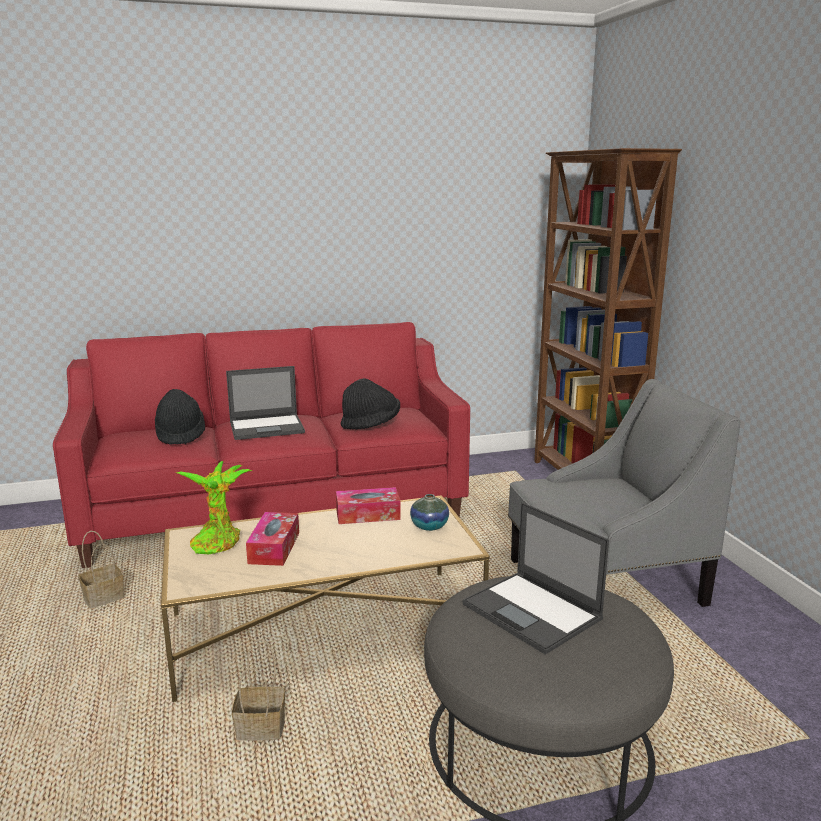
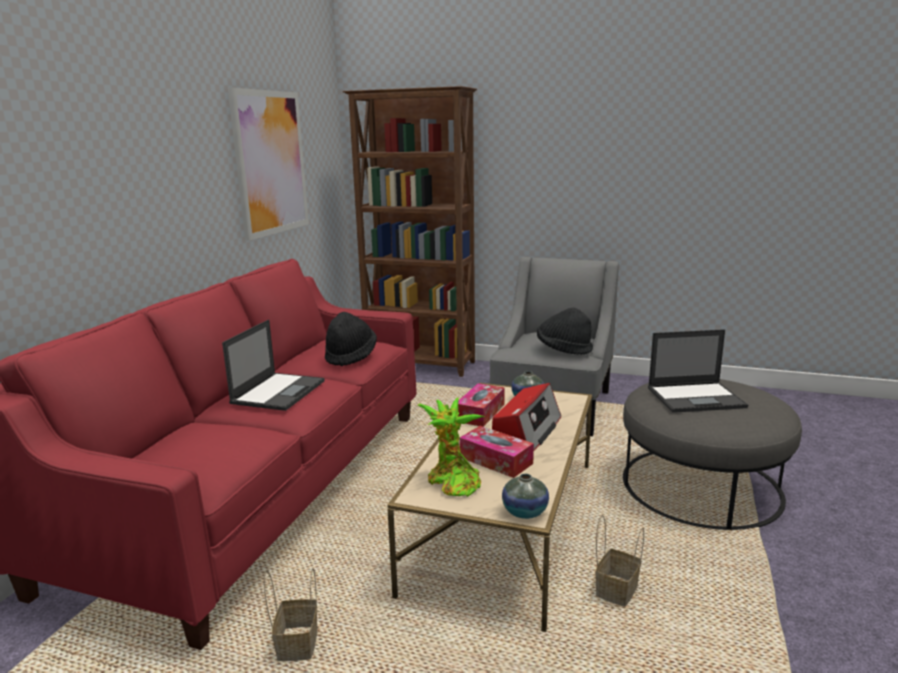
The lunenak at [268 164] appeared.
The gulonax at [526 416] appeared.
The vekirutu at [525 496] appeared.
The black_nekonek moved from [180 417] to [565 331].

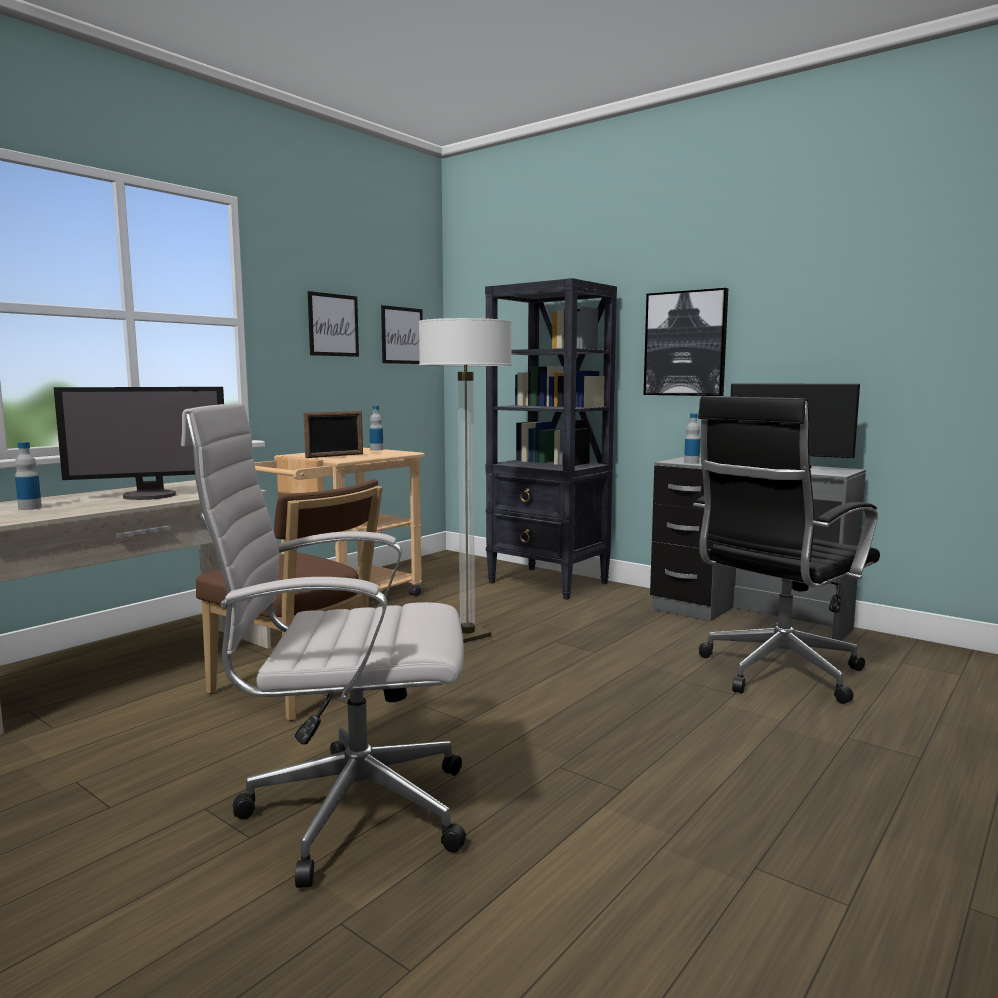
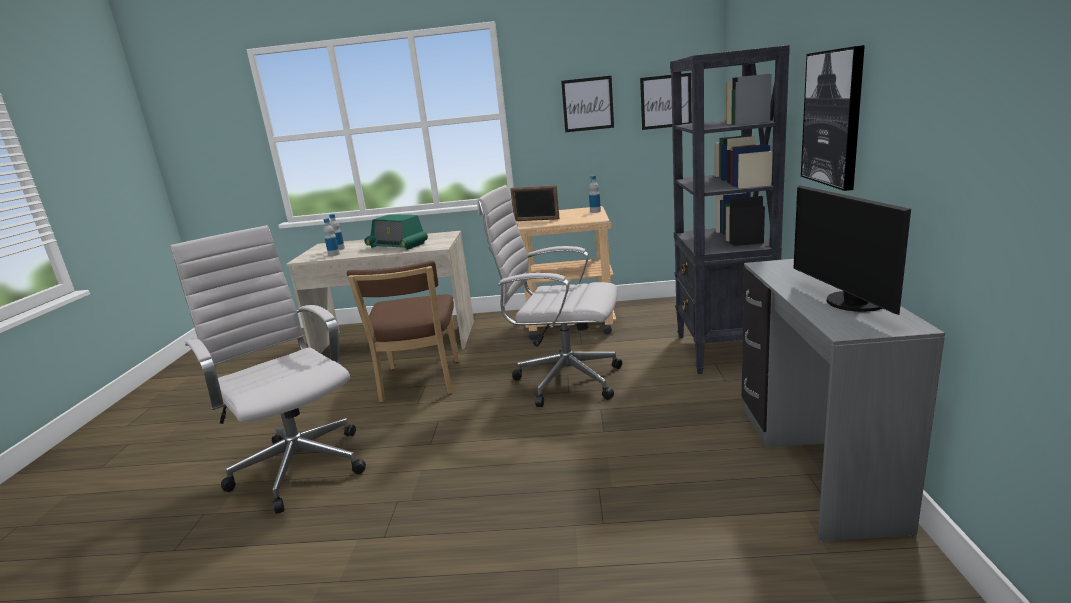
The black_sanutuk at [786 550] disappeared.
The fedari moved from [692 438] to [331 237].
The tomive at [139 443] was replaced by the gulonax at [396 232].
The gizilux at [465 480] was replaced by the white_sanutuk at [549 296].

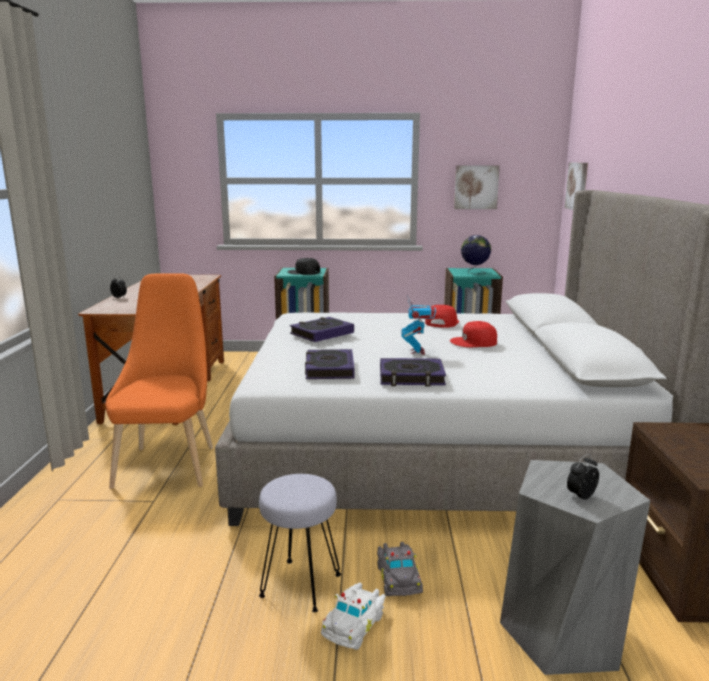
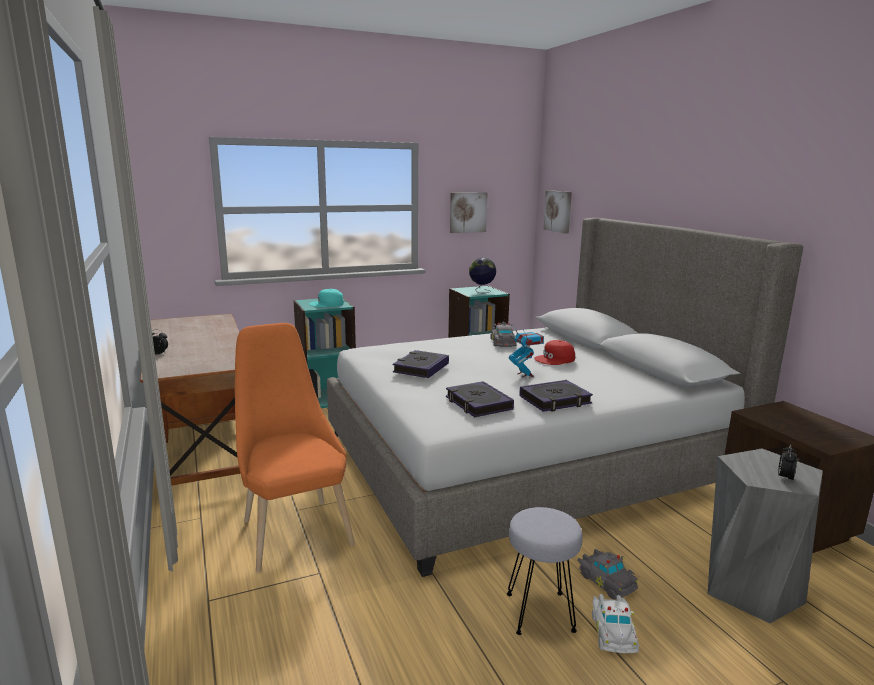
The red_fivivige at [442 316] was replaced by the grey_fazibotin at [503 334].
The black_fivivige at [303 266] became the turquoise_fivivige at [326 298].

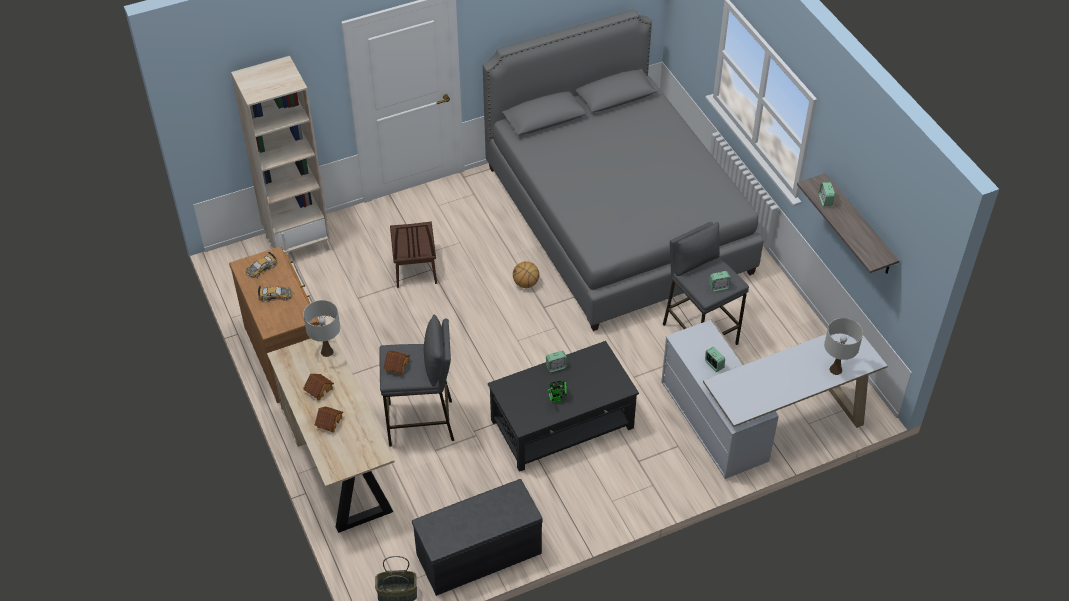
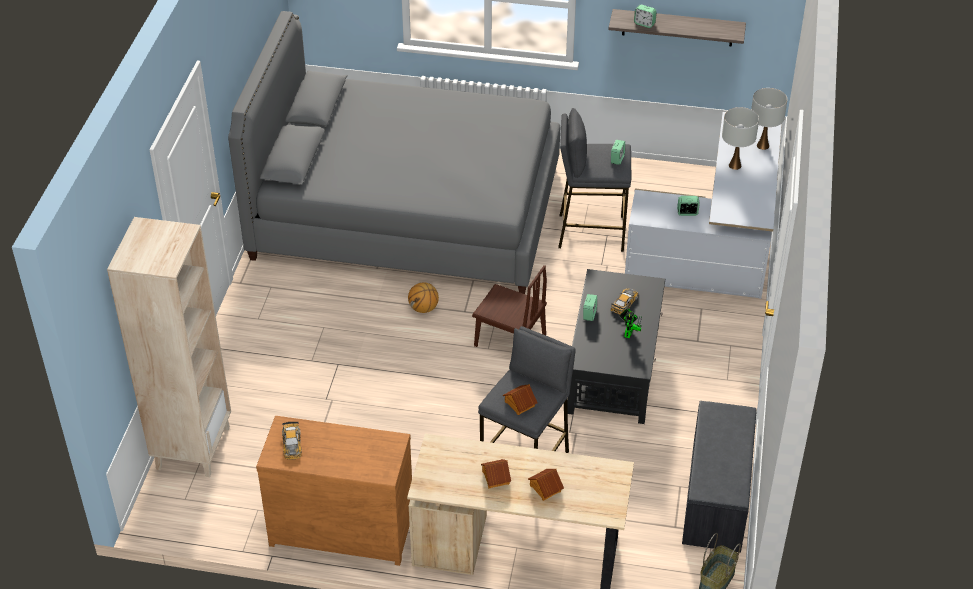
The fazibotin moved from [275 294] to [624 301].
The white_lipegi moved from [321 328] to [740 138].
The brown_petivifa moved from [413 255] to [509 306].

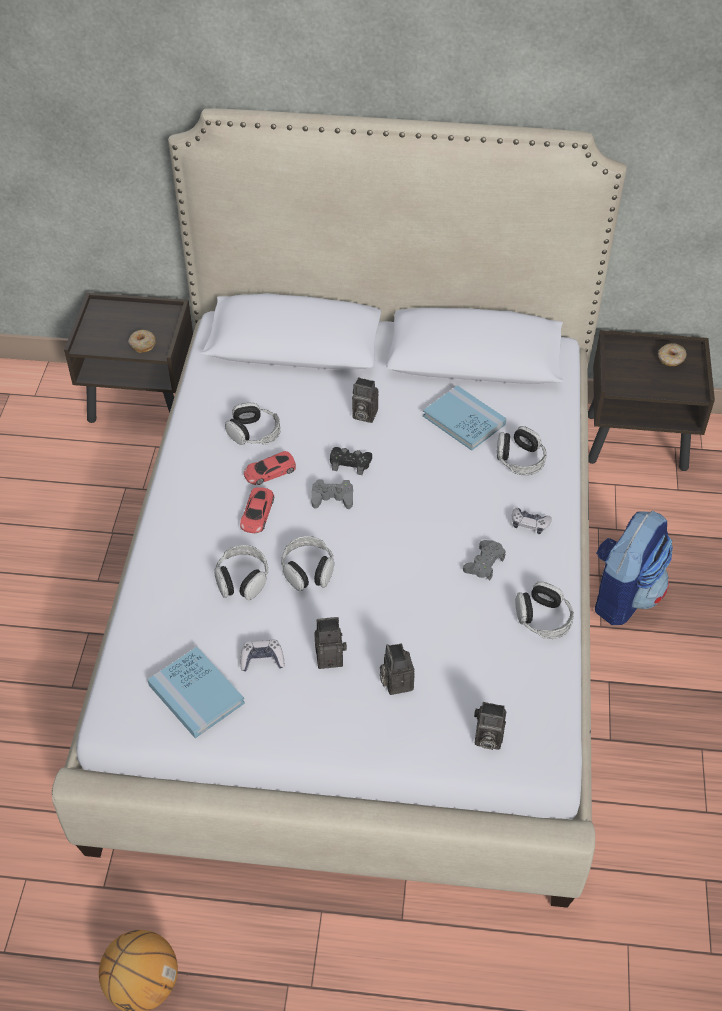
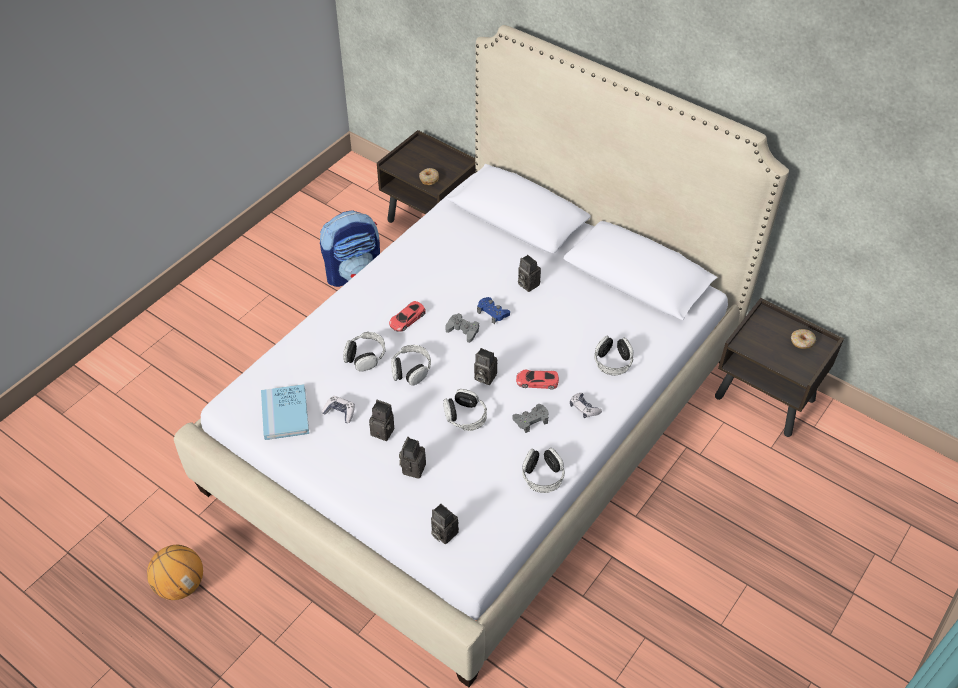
The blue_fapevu at [464 418] disappeared.
The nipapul at [485 366] appeared.
The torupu moved from [253 424] to [465 410].
The red_fazibotin moved from [270 468] to [537 380].
The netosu moved from [634 567] to [350 248].
The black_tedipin at [351 461] became the blue_tedipin at [493 310].

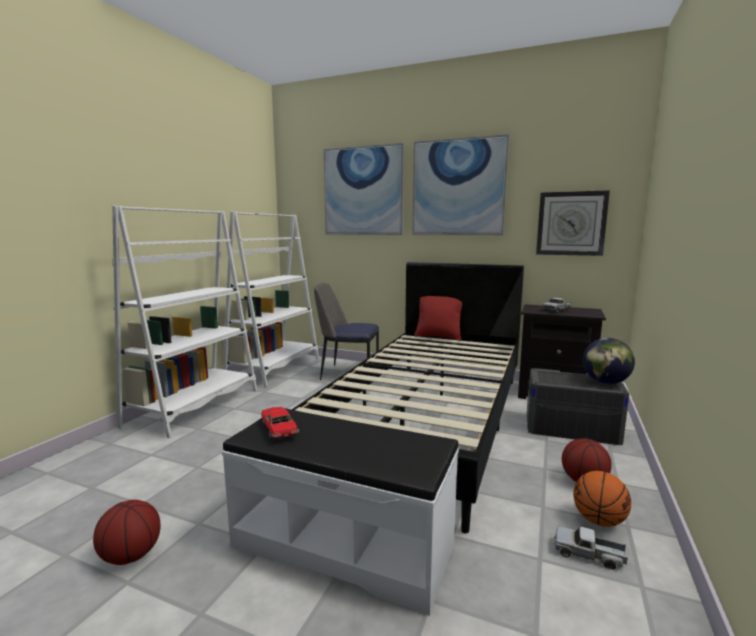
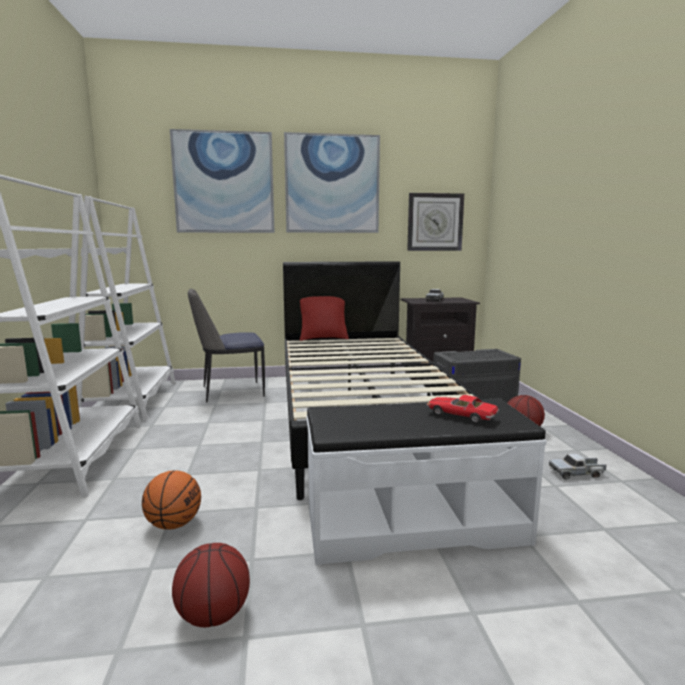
The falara at [609 361] disappeared.
The fazibotin moved from [280 423] to [462 409].
The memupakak moved from [602 499] to [171 500].

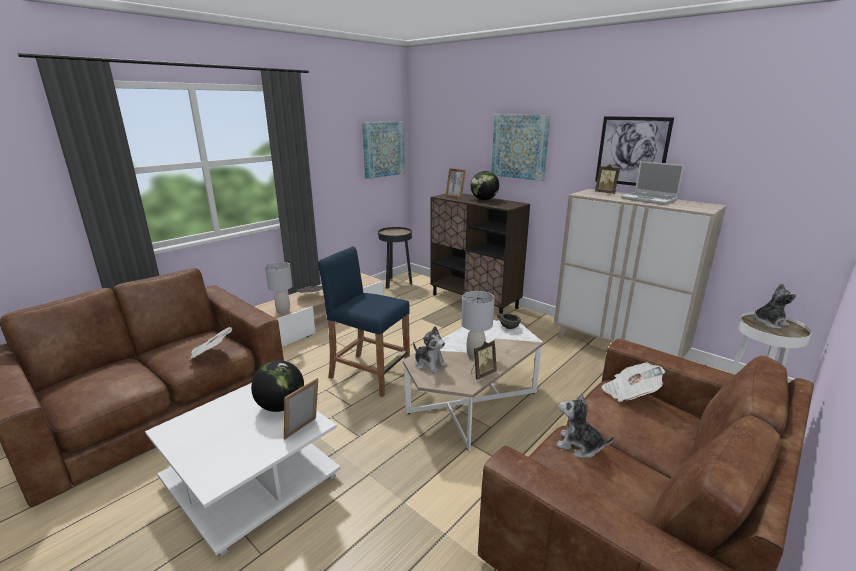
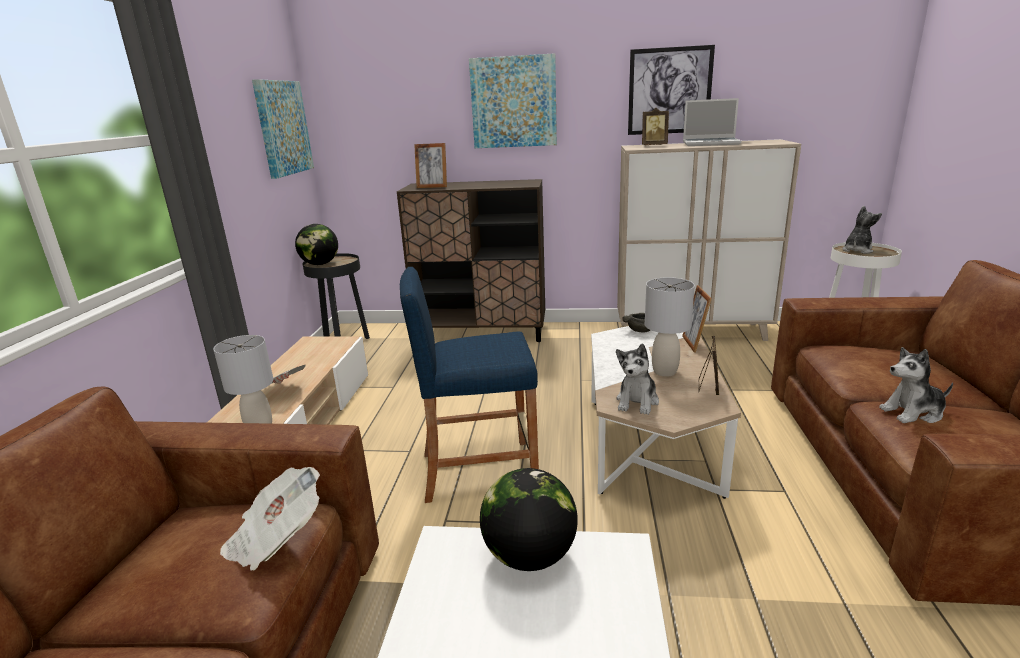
The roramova at [633 382] disappeared.
The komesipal moved from [301 408] to [697 319].
The falara moved from [485 185] to [316 244].
The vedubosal at [430 349] turned 105 degrees clockwise.

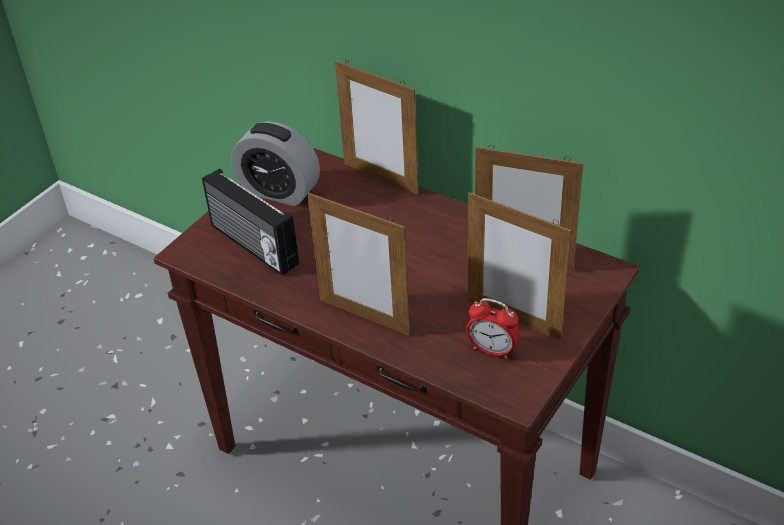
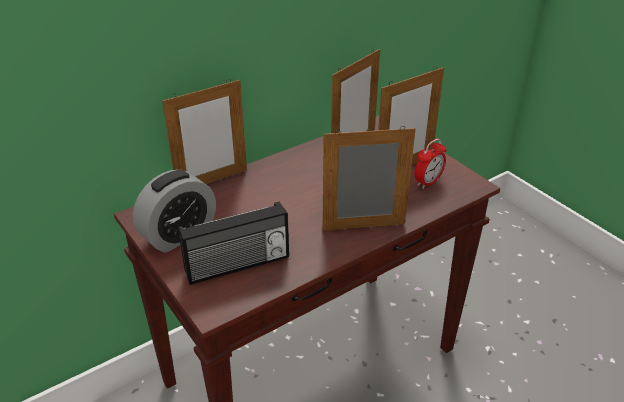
The komesipal at [358 264] turned 150 degrees counterclockwise.

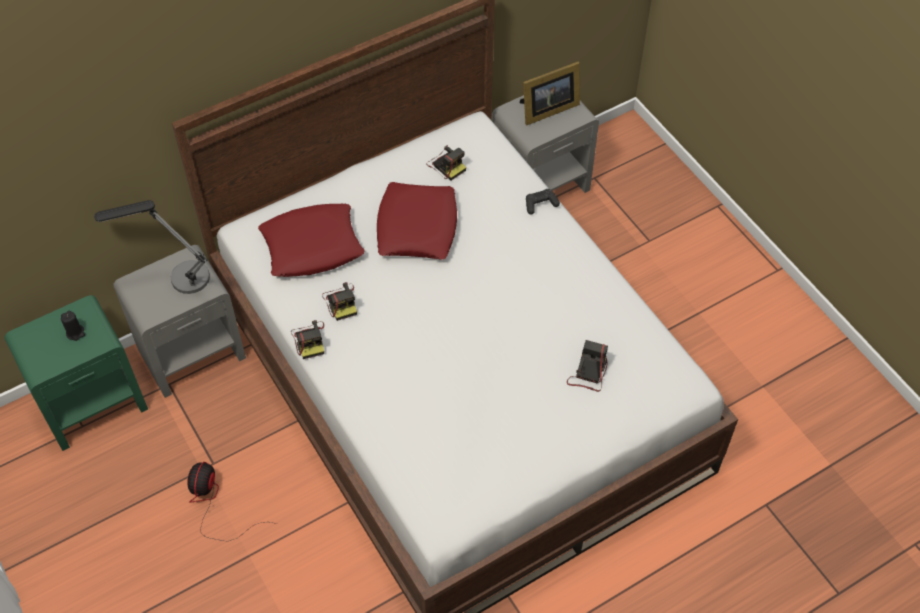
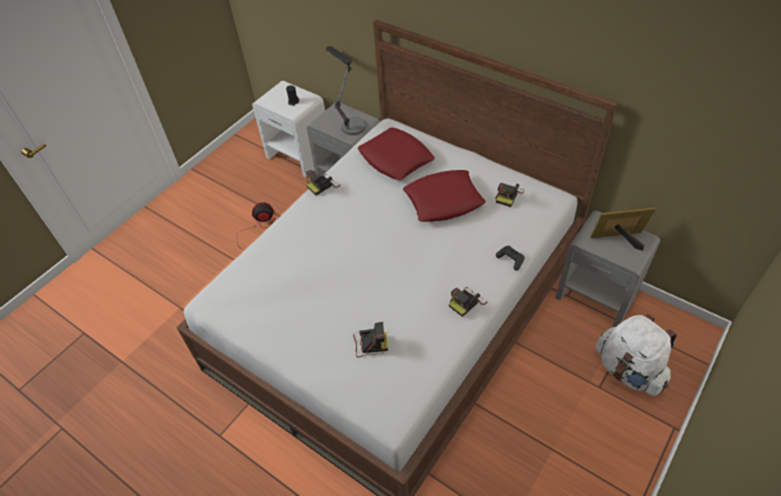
The white_netosu at [636 355] appeared.
The nipapul moved from [339 301] to [468 302].
The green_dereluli at [76 373] became the white_dereluli at [288 129].
The komesipal at [550 93] turned 135 degrees clockwise.

